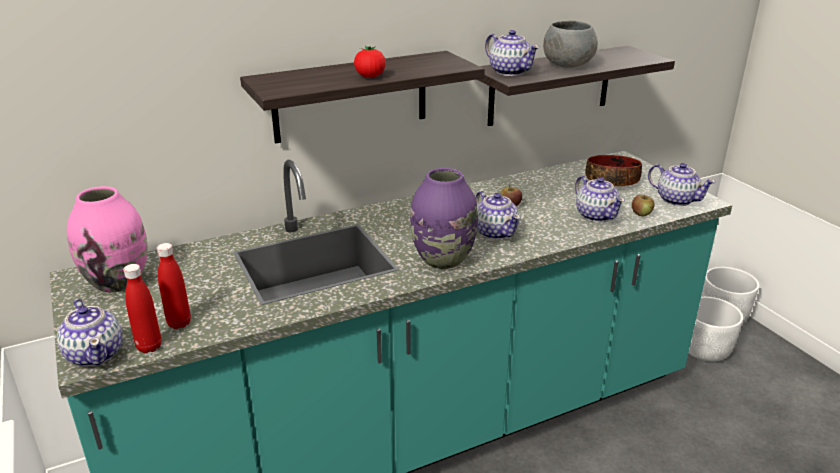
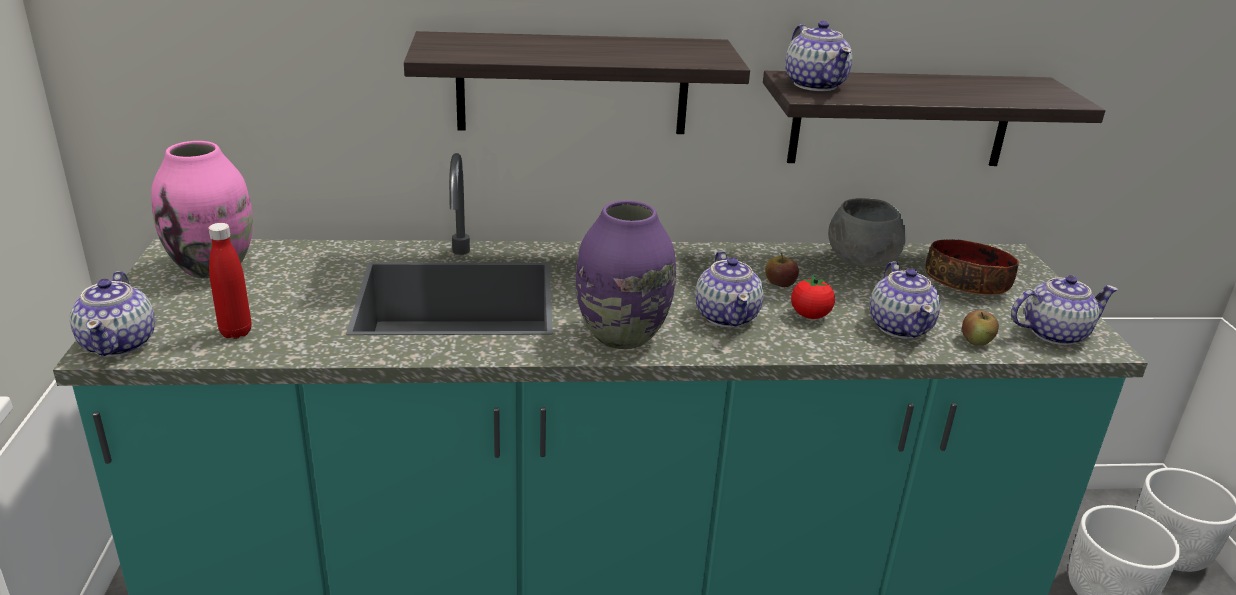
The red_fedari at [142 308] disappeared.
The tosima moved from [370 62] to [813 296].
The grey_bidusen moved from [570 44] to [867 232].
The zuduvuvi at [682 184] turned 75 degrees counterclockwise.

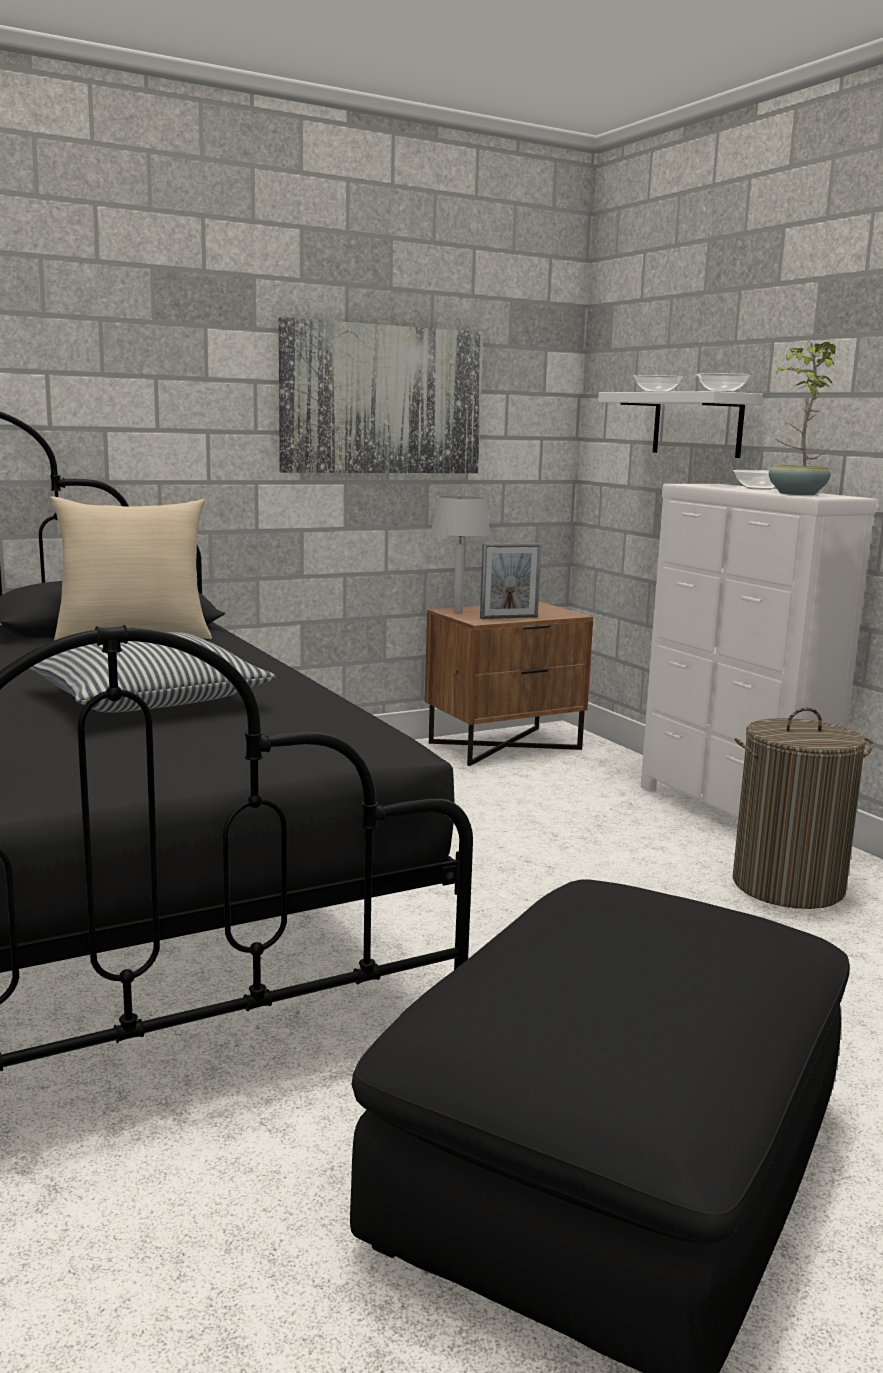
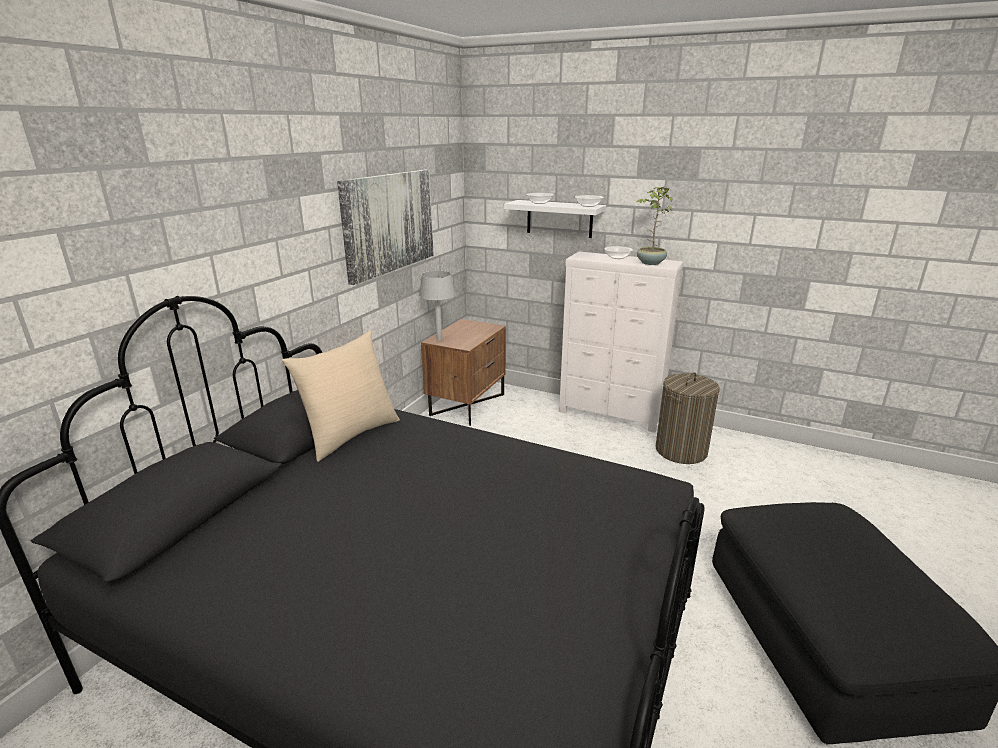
The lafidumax at [152 672] disappeared.
The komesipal at [511 581] disappeared.

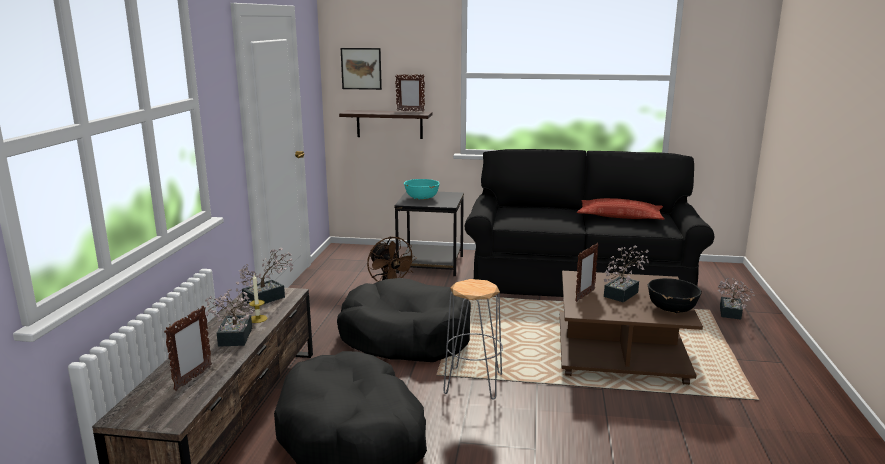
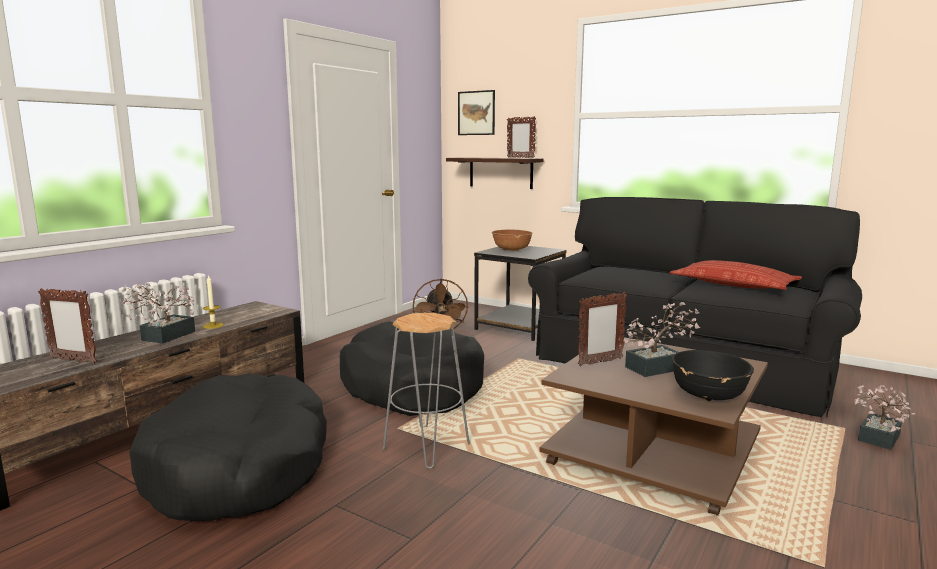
The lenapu at [265 277] disappeared.
The turquoise_bidusen at [422 189] became the brown_bidusen at [512 240].
The komesipal at [188 348] turned 60 degrees clockwise.

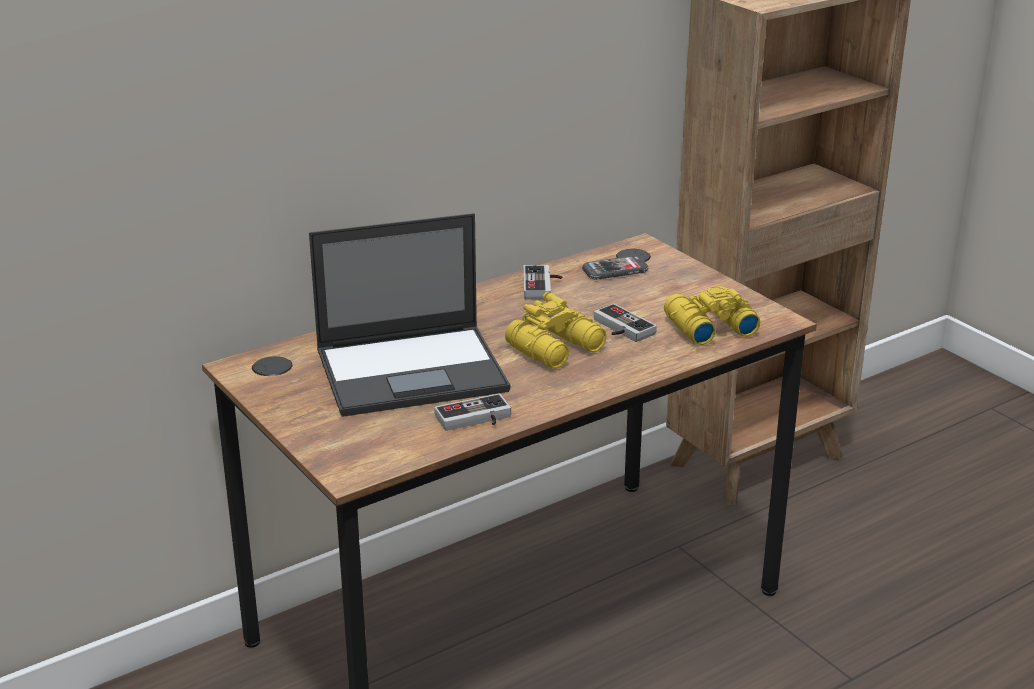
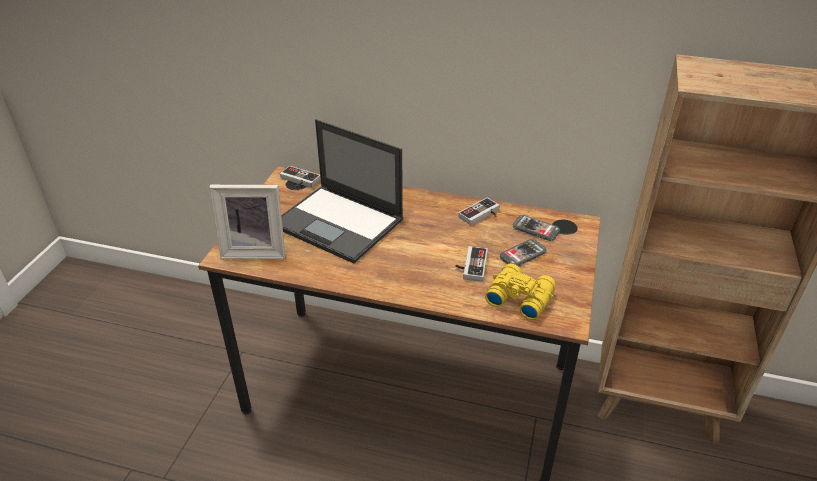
The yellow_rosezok at [556 330] disappeared.
The komesipal at [247 222] appeared.
The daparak at [523 253] appeared.
The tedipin moved from [472 412] to [300 177].

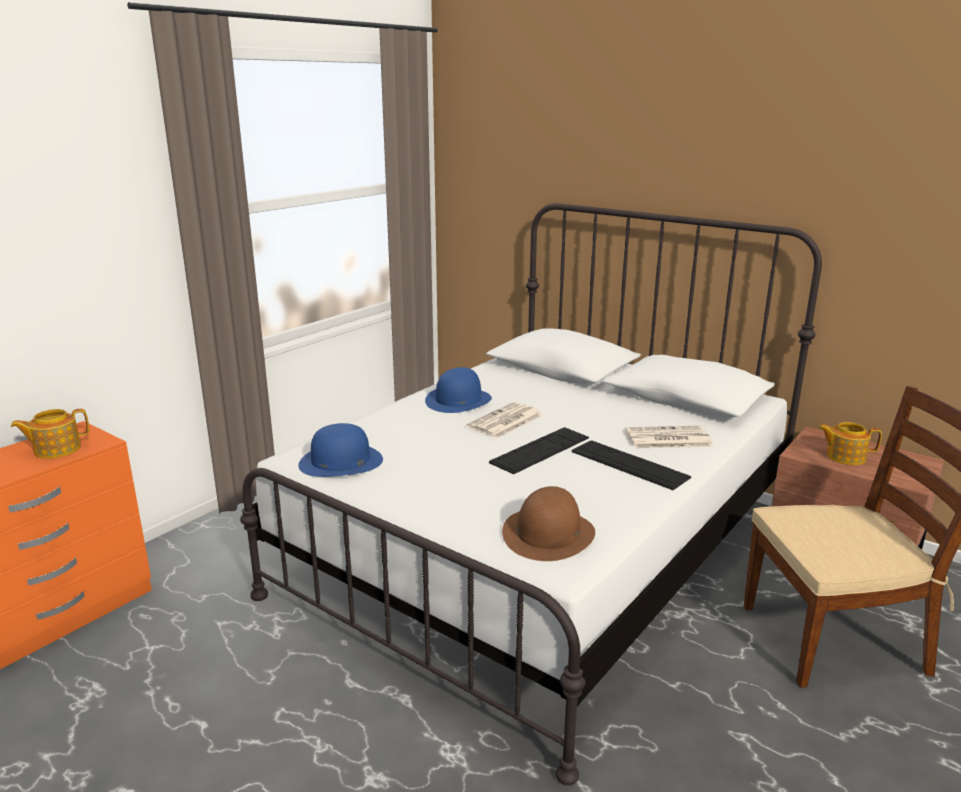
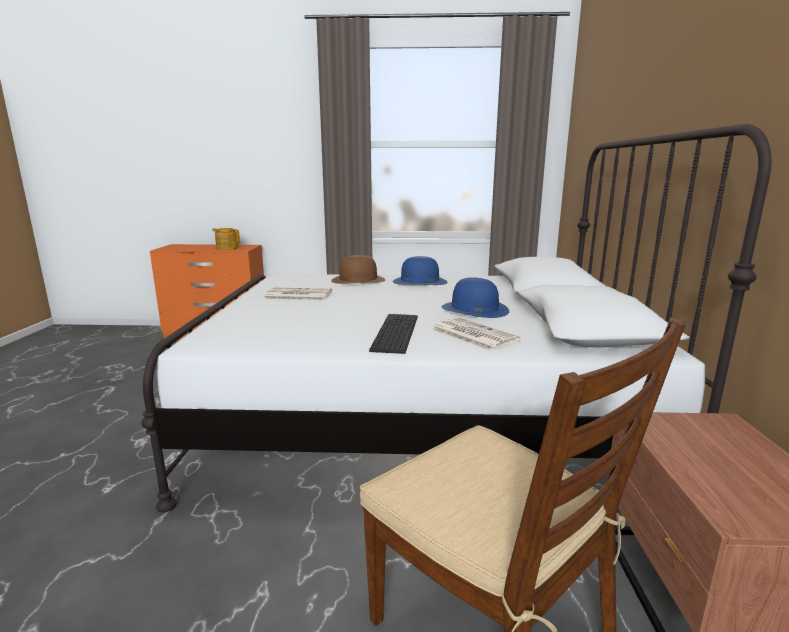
The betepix at [539 450] disappeared.
The zuduvuvi at [850 443] disappeared.
The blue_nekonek moved from [340 450] to [475 297].
The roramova moved from [504 420] to [297 294].
The brown_nekonek moved from [548 523] to [358 269].

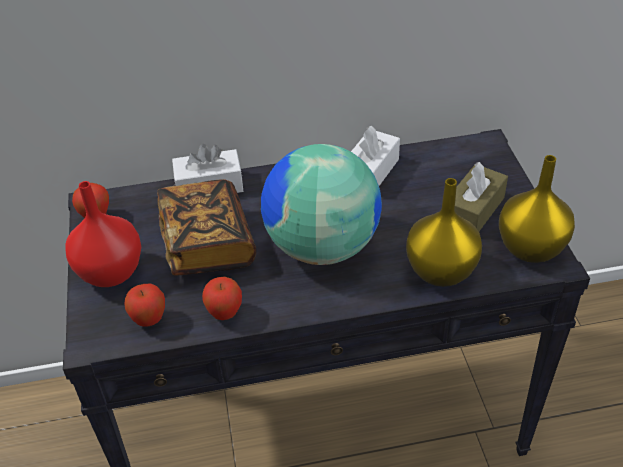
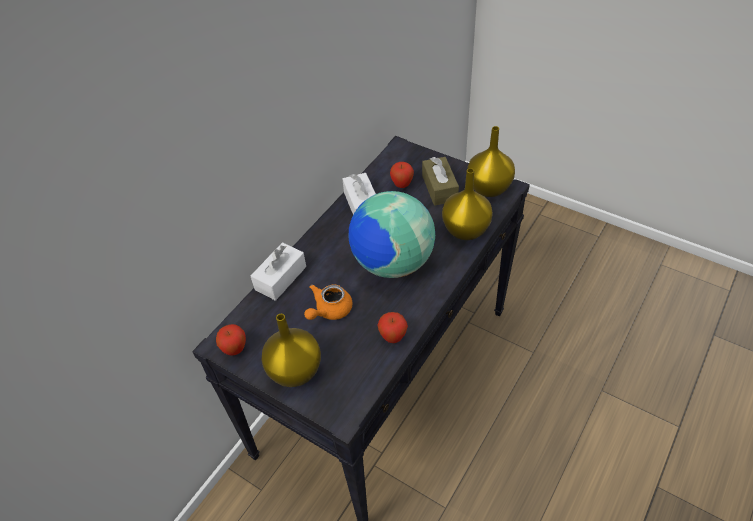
The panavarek moved from [144 305] to [402 175].
The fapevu at [206 227] was replaced by the orange_zuduvuvi at [328 302].
The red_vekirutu at [103 234] became the yellow_vekirutu at [291 350].

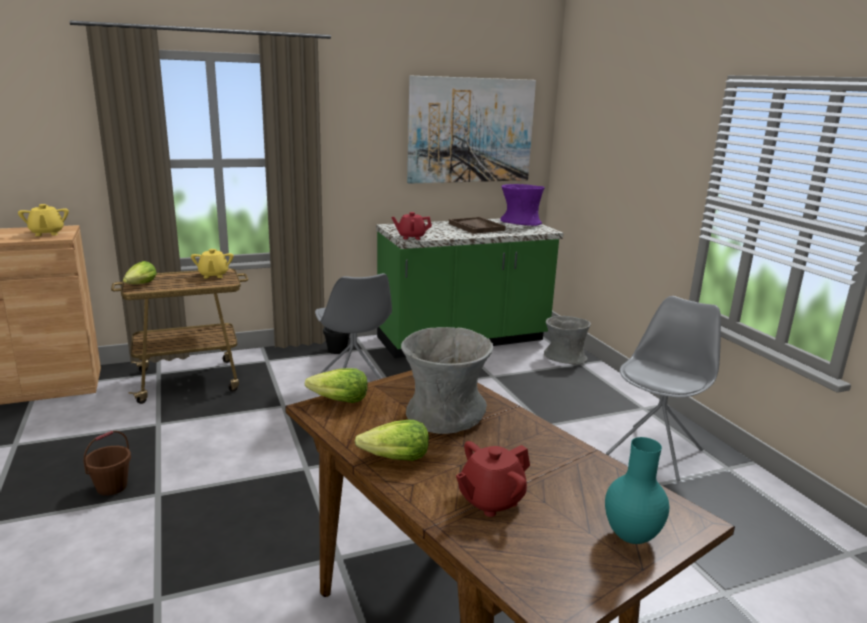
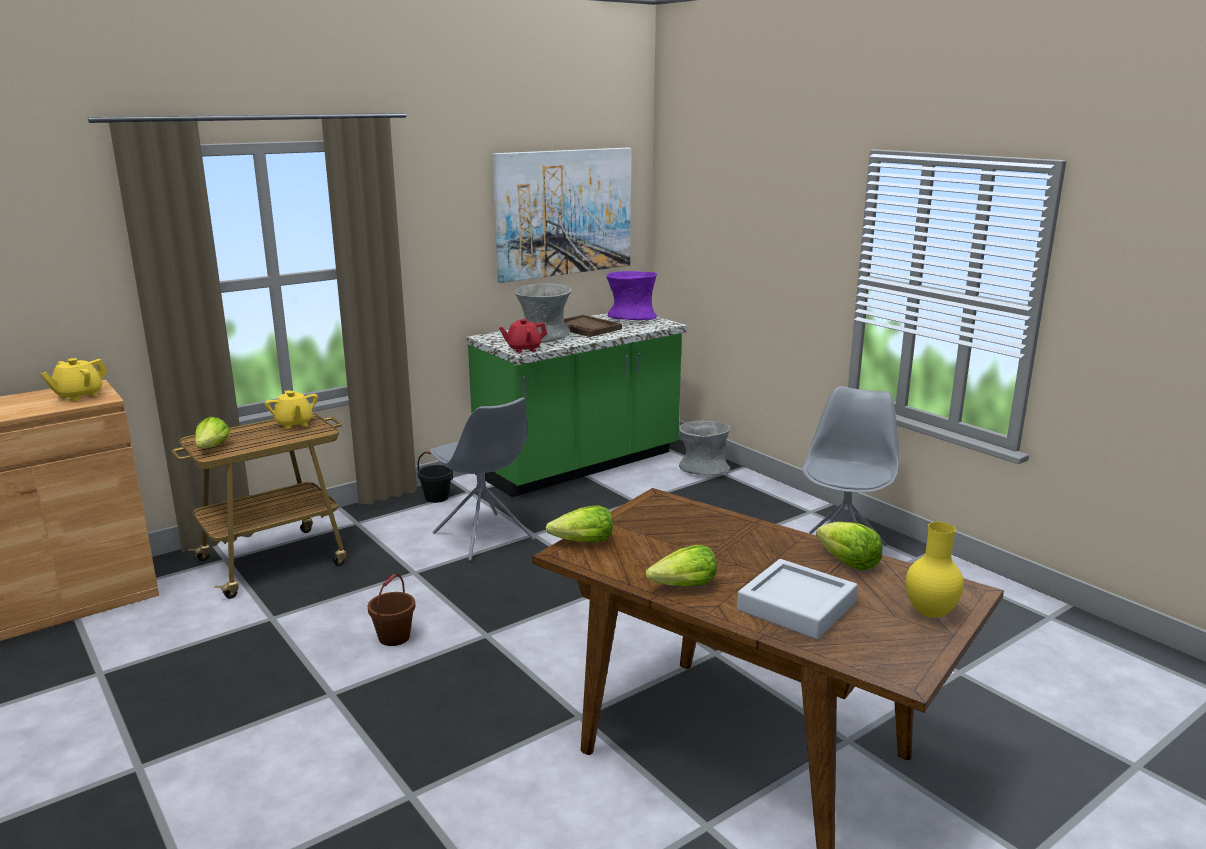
The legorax at [849 546] appeared.
The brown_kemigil moved from [107 463] to [392 610].
The grey_vekirutu moved from [447 380] to [543 313].
The red_zuduvuvi at [493 479] was replaced by the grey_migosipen at [797 599].
The turquoise_vekirutu at [637 490] became the yellow_vekirutu at [935 570].
The yellow_zuduvuvi at [43 220] turned 75 degrees clockwise.

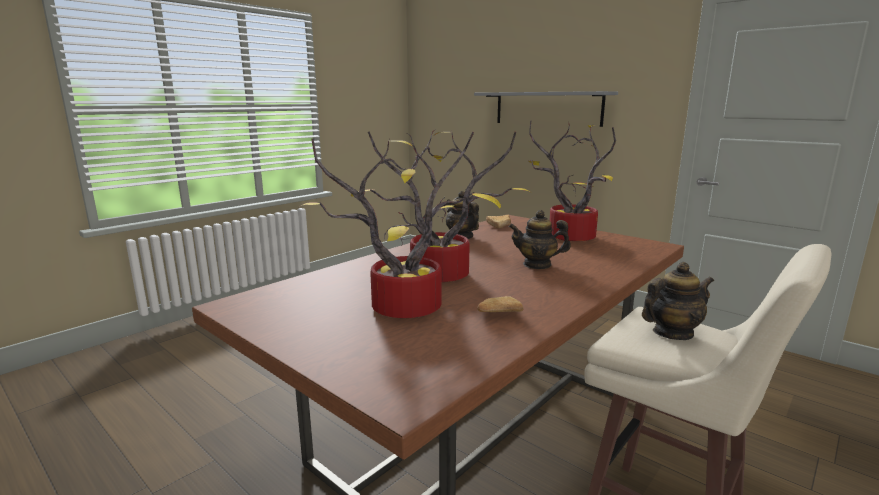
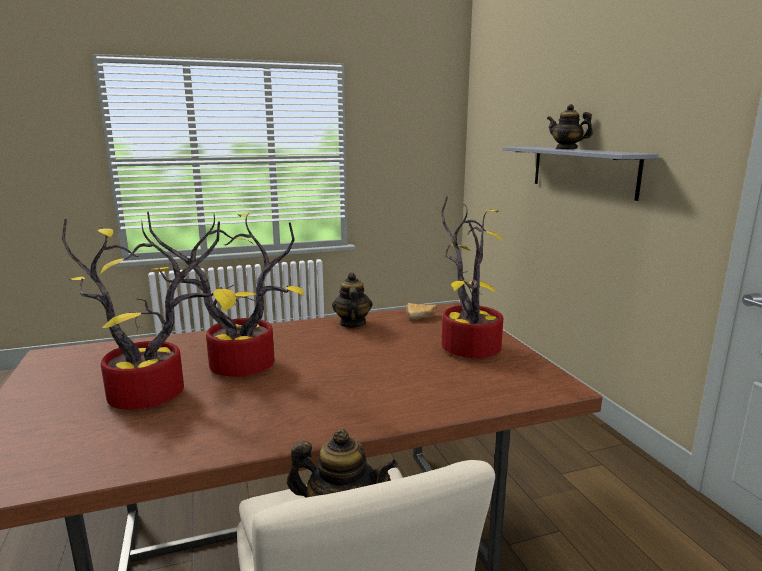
The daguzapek at [501 304] disappeared.
The zuduvuvi moved from [540 239] to [570 126].

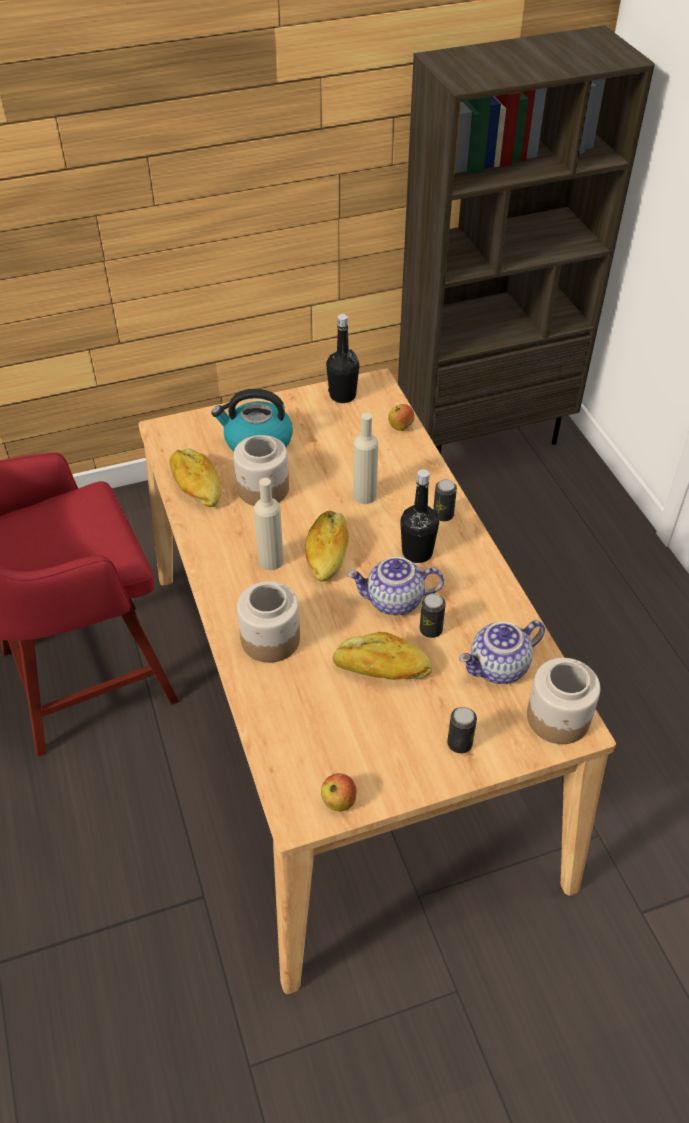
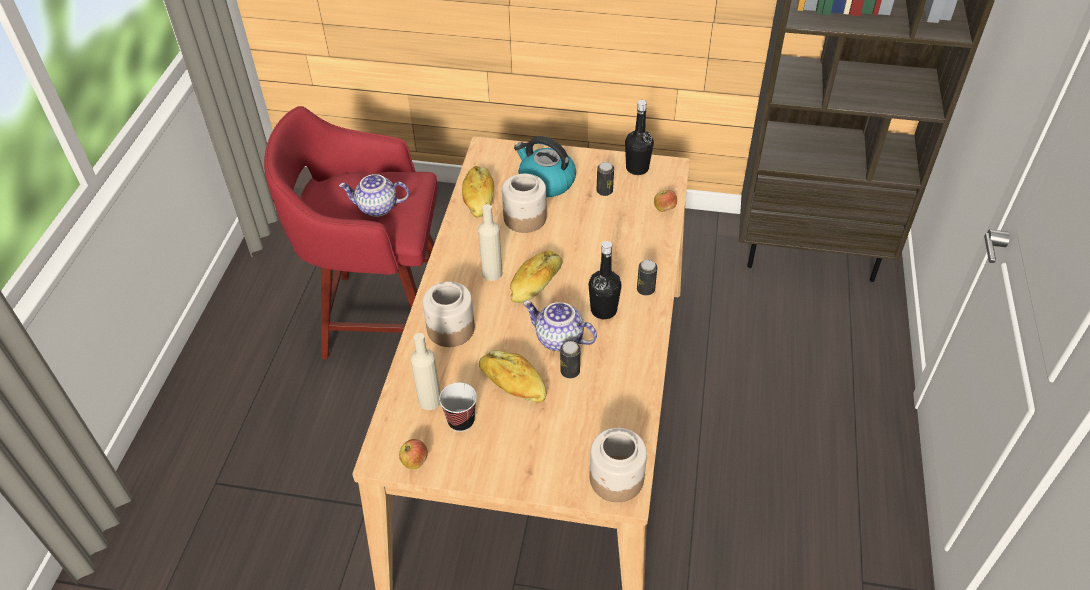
The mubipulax at [458 407] appeared.
The beige_fedari moved from [365 458] to [425 371].
The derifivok moved from [462 730] to [605 179].
The zuduvuvi moved from [502 652] to [374 195].

